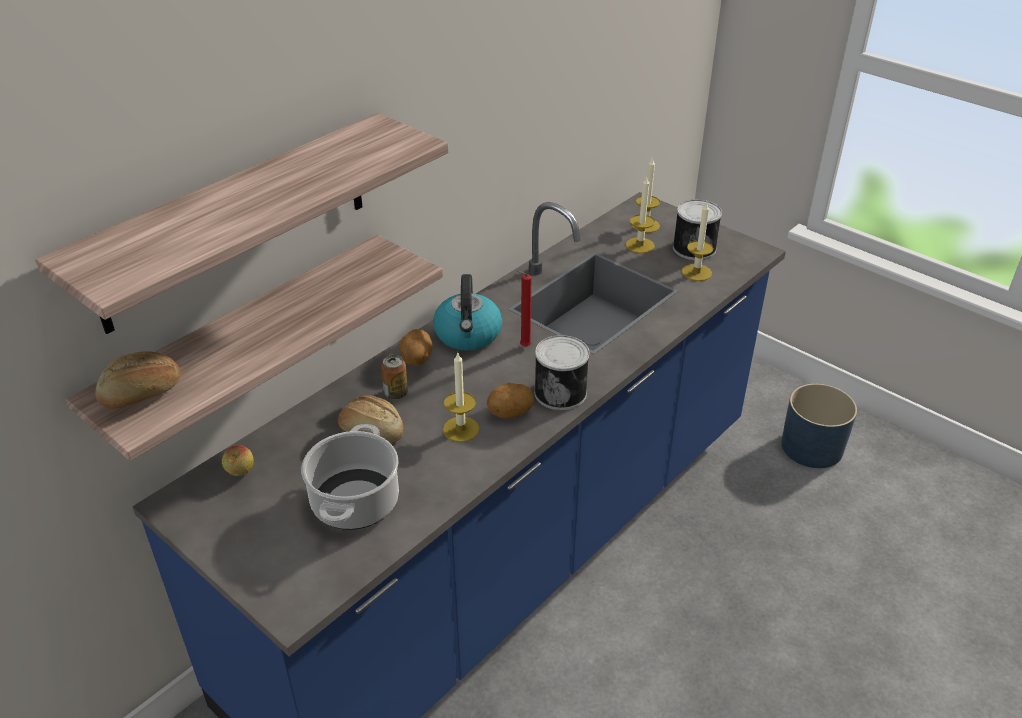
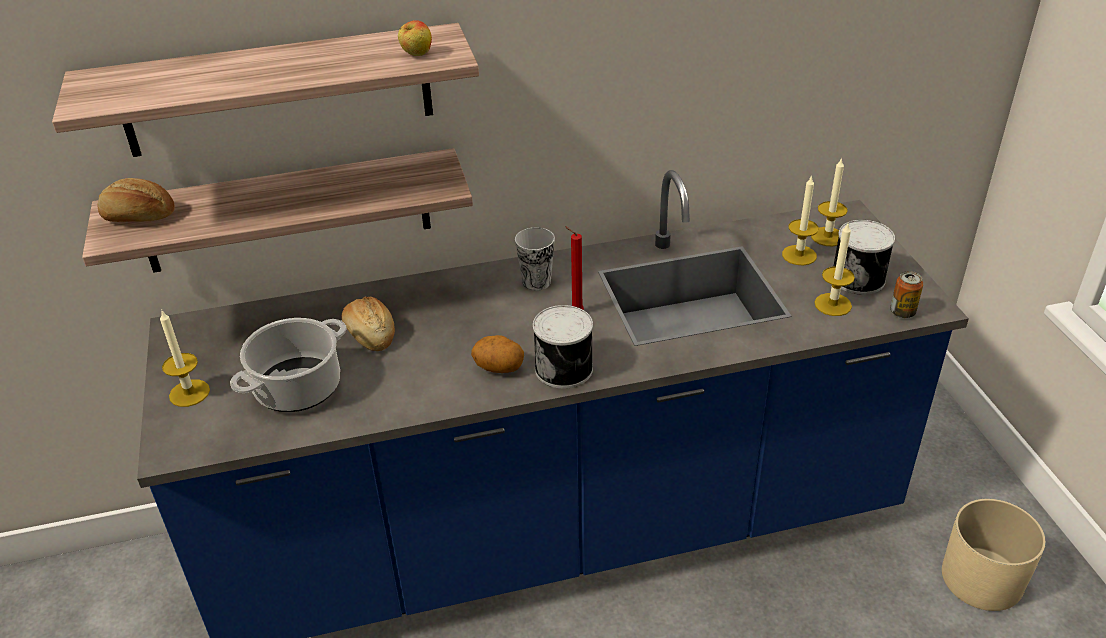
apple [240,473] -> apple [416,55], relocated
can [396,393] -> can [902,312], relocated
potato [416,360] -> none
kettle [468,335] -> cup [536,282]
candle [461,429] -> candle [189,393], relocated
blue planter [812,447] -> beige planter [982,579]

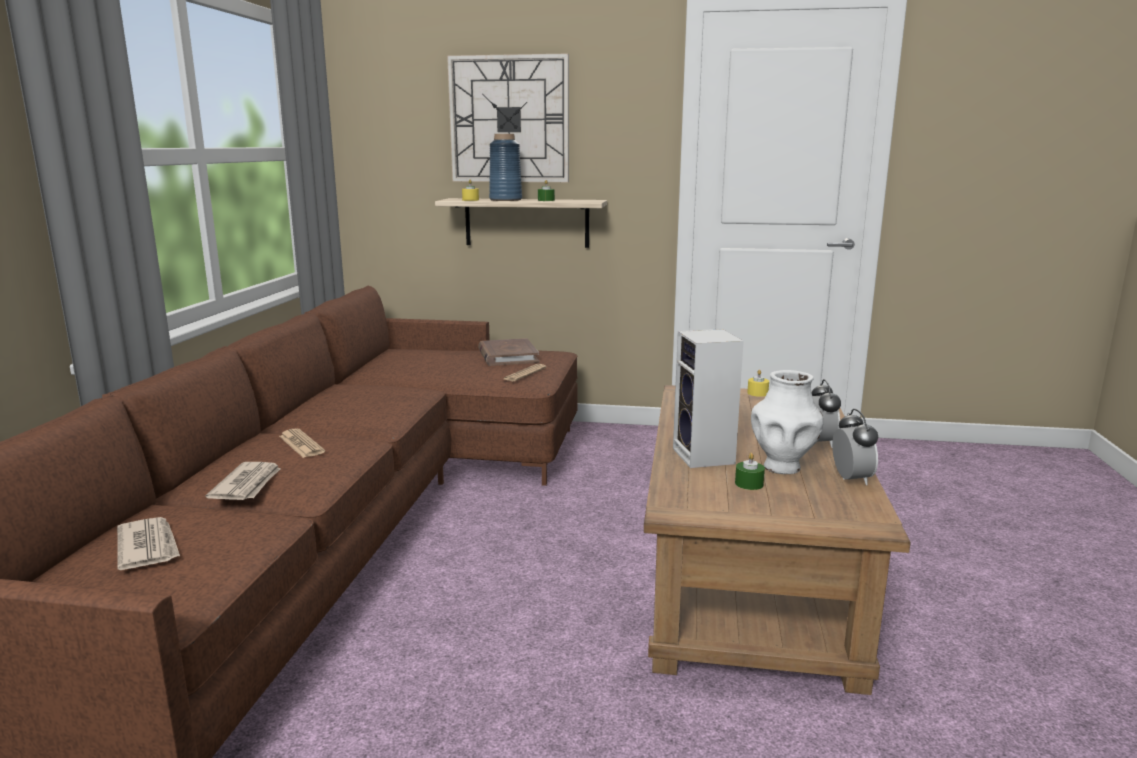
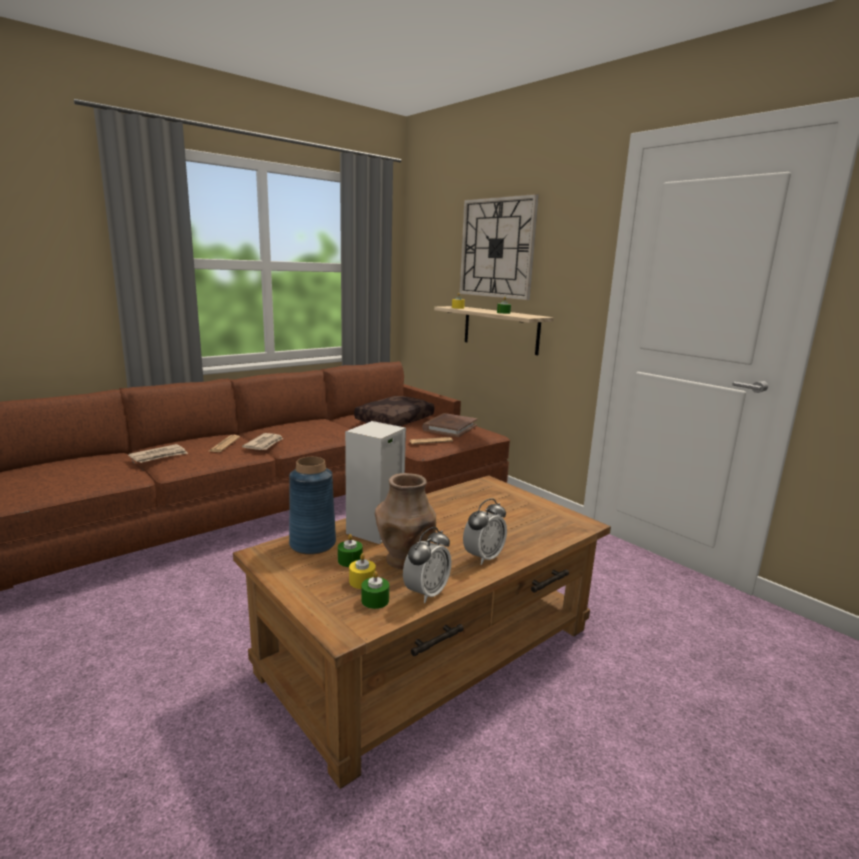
newspaper [148,546] -> newspaper [264,444], relocated
blue vase [506,200] -> blue vase [313,544], relocated
yellow candle [757,393] -> yellow candle [362,581], relocated
white vase [782,467] -> brown vase [404,561]
none -> brown pillow [394,420]
none -> green candle [375,600]

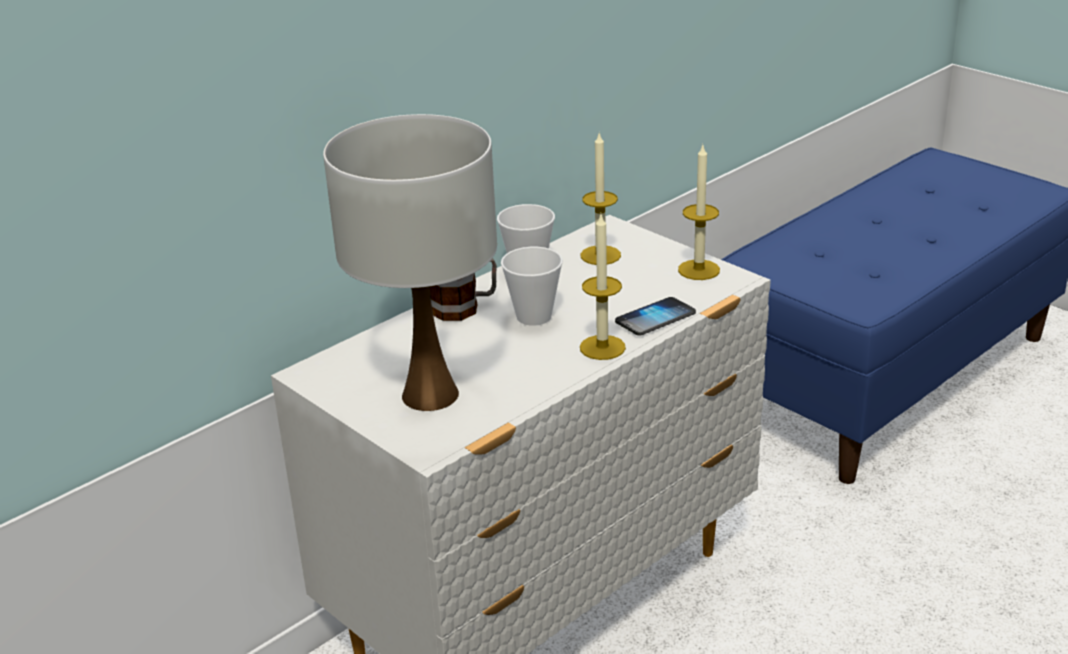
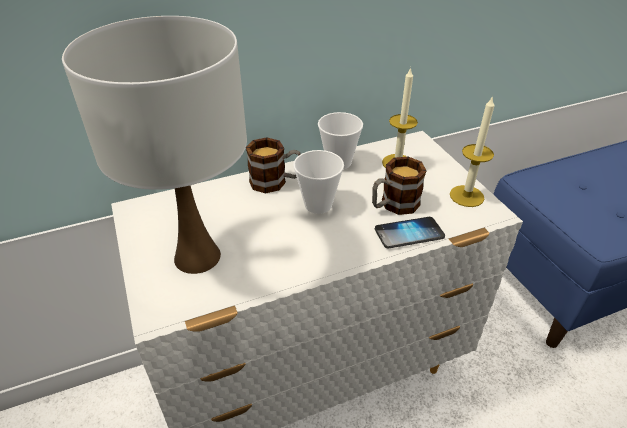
candle [602,347] -> none
none -> mug [393,205]

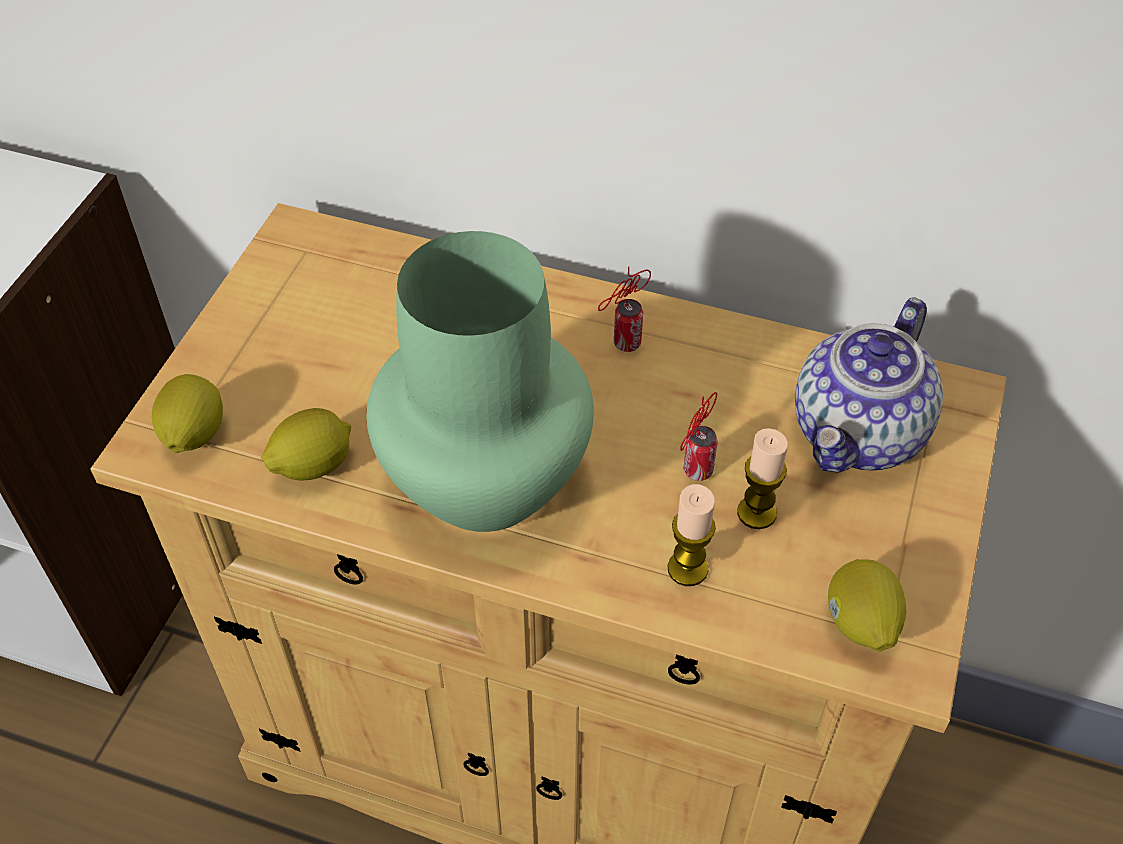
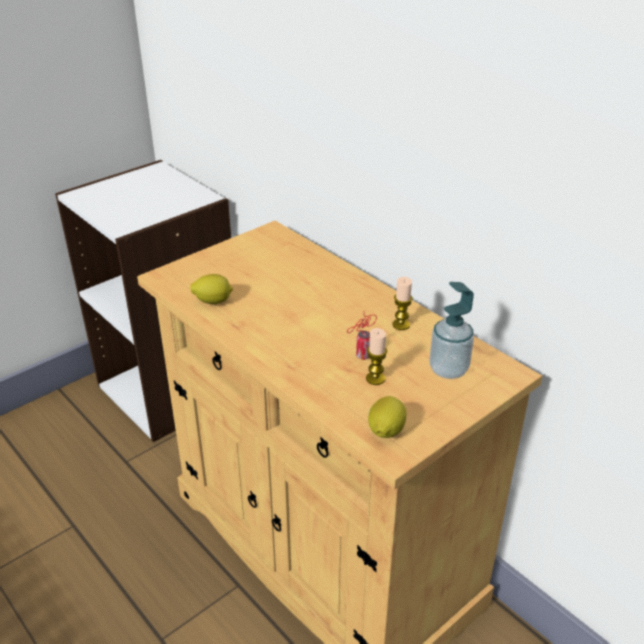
lemon [193,435] -> none
green vase [484,484] -> none
can [624,345] -> none
candle [687,569] -> candle [401,325], relocated
teapot [859,434] -> soap dispenser [448,370]

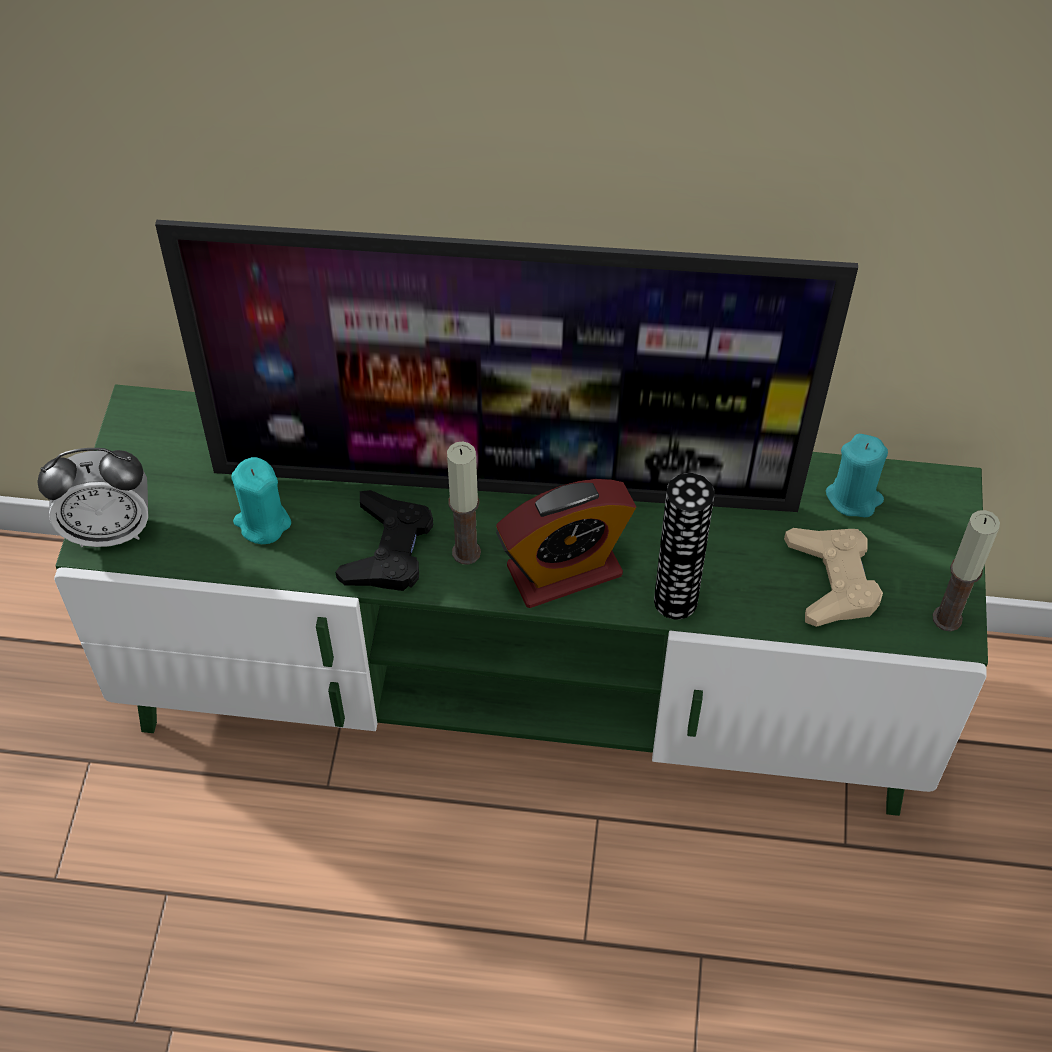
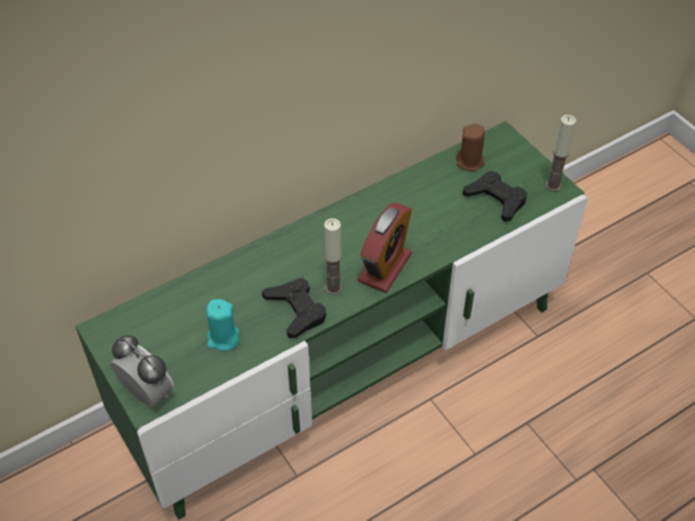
alarm clock [109,529] -> alarm clock [147,393], 90 degrees counterclockwise
television [507,483] -> none
vase [675,600] -> none
beige game controller [832,580] -> black game controller [496,199]
turquoise candle [854,497] -> brown candle [470,162]

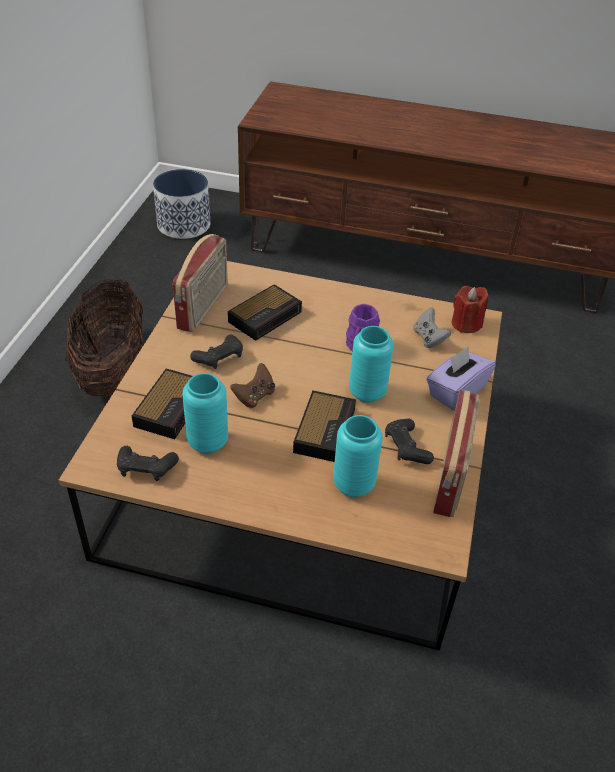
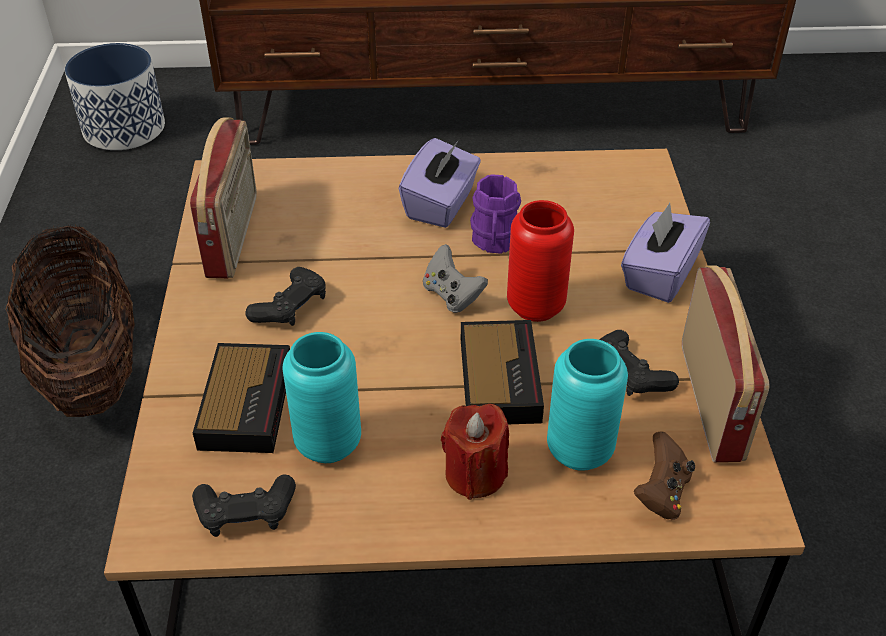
alarm clock [266,316] -> none
brown game controller [254,396] -> brown game controller [661,493], relocated
turquoise vase [367,392] -> red vase [535,306]
grey game controller [428,338] -> grey game controller [452,295], relocated
red candle [466,324] -> red candle [475,474], relocated
none -> purple tissue box [441,204]

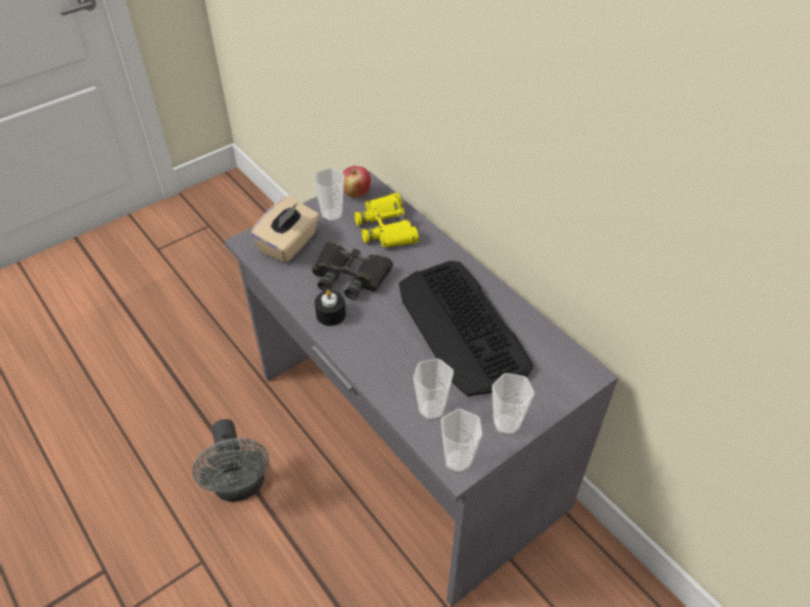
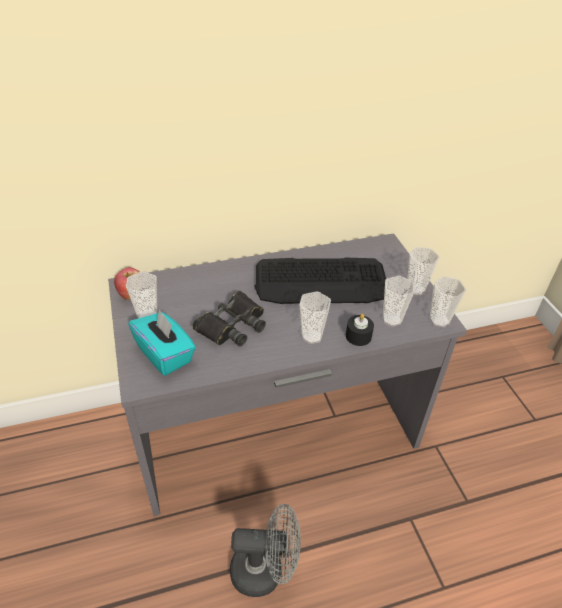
beige tissue box [289,244] -> turquoise tissue box [165,354]
black candle [331,314] -> black candle [358,336], relocated
yellow binoculars [387,227] -> none
none -> cup [312,336]

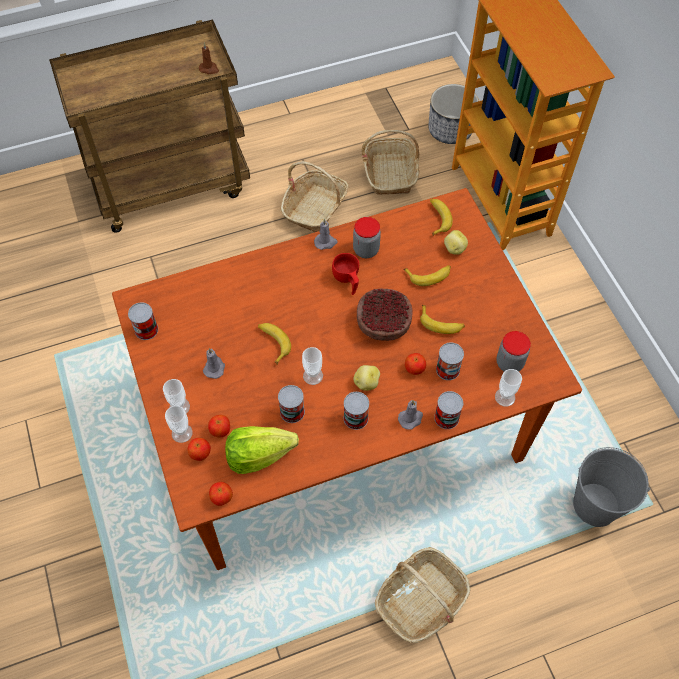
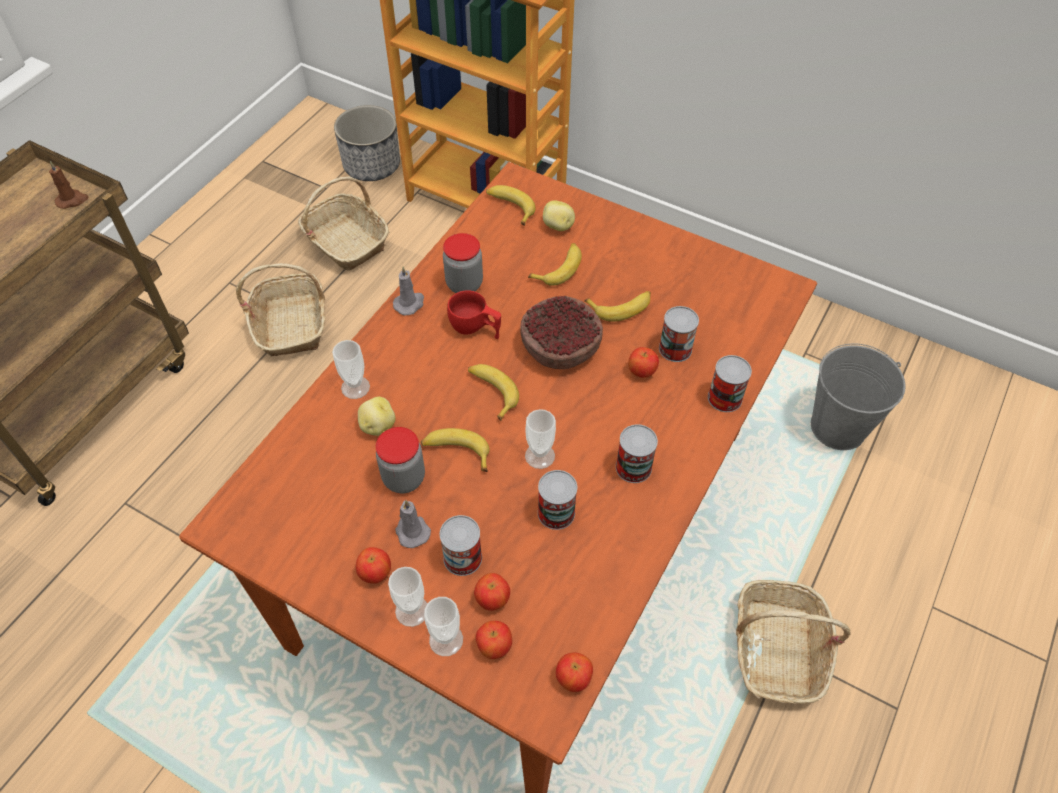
can [146,330] -> can [462,558], relocated
lettuce [259,455] -> none
potato [366,383] -> potato [377,426], relocated
grey candle [411,418] -> none
cup [505,397] -> cup [355,387], relocated
jar [509,363] -> jar [404,478], relocated
none -> apple [375,573]
none -> banana [492,392]

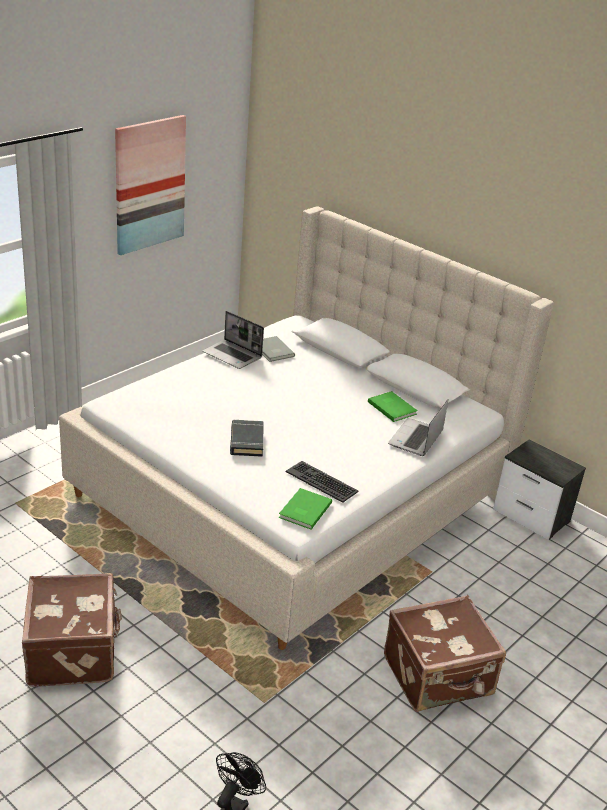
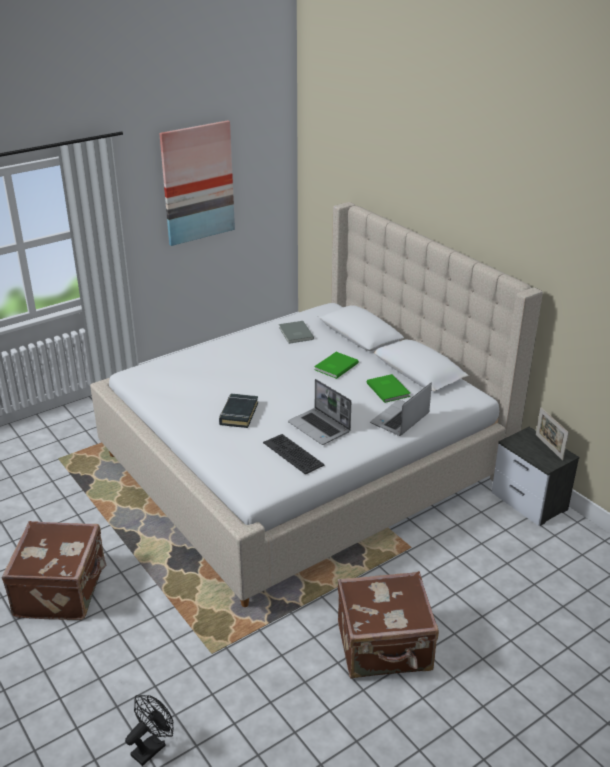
laptop [233,355] -> laptop [320,427], relocated
green book [303,510] -> green book [335,366], relocated
none -> picture frame [549,447]

